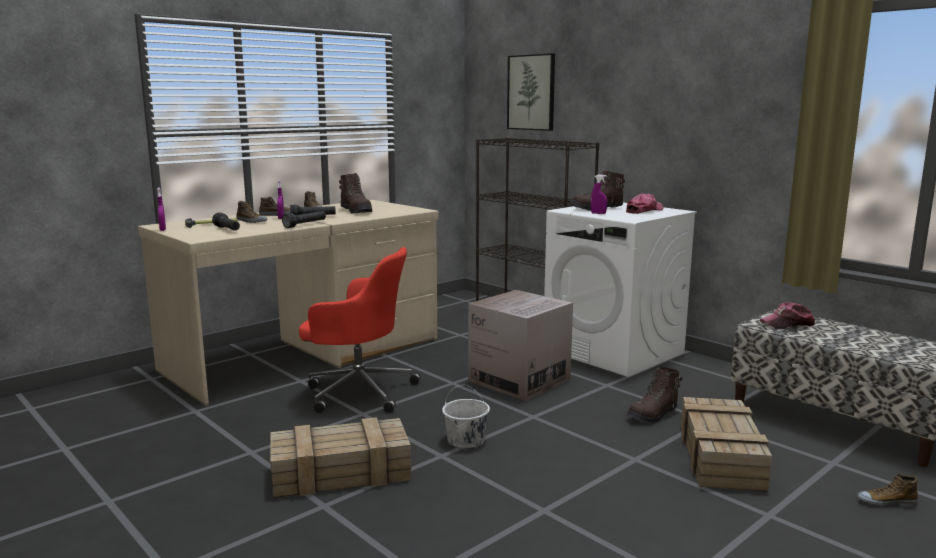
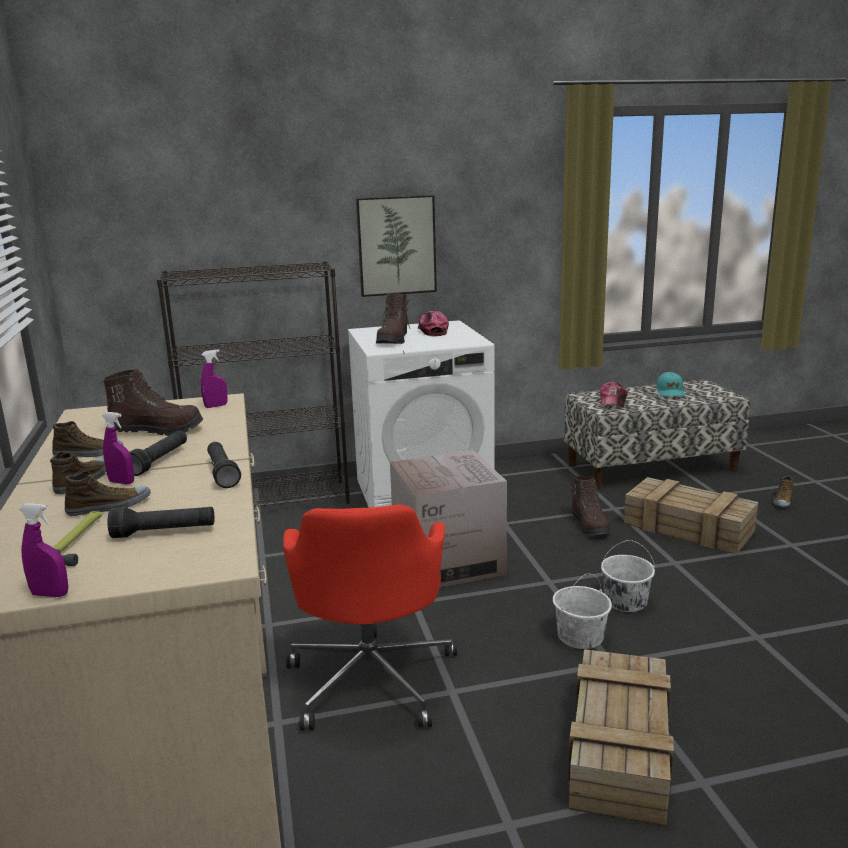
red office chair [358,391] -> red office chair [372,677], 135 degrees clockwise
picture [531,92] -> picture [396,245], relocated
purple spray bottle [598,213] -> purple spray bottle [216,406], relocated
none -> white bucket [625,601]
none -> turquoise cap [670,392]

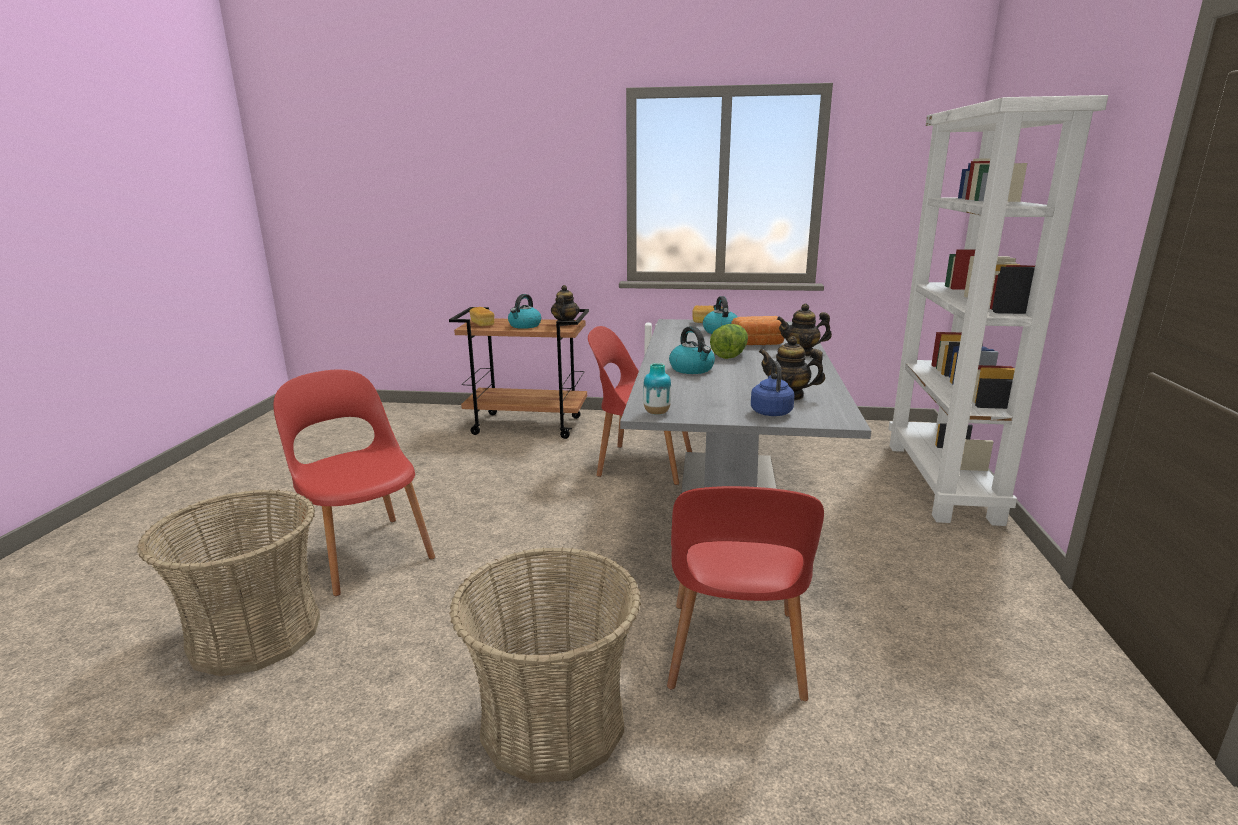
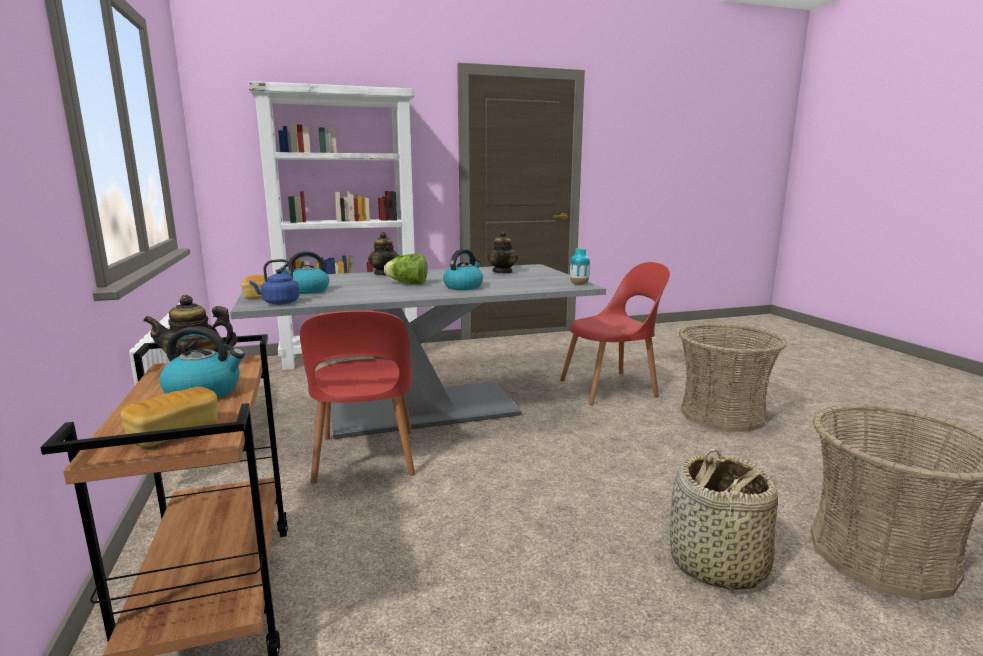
red chair [364,551] -> basket [716,564]
bread [758,344] -> none
blue kettle [770,411] -> blue kettle [279,303], relocated

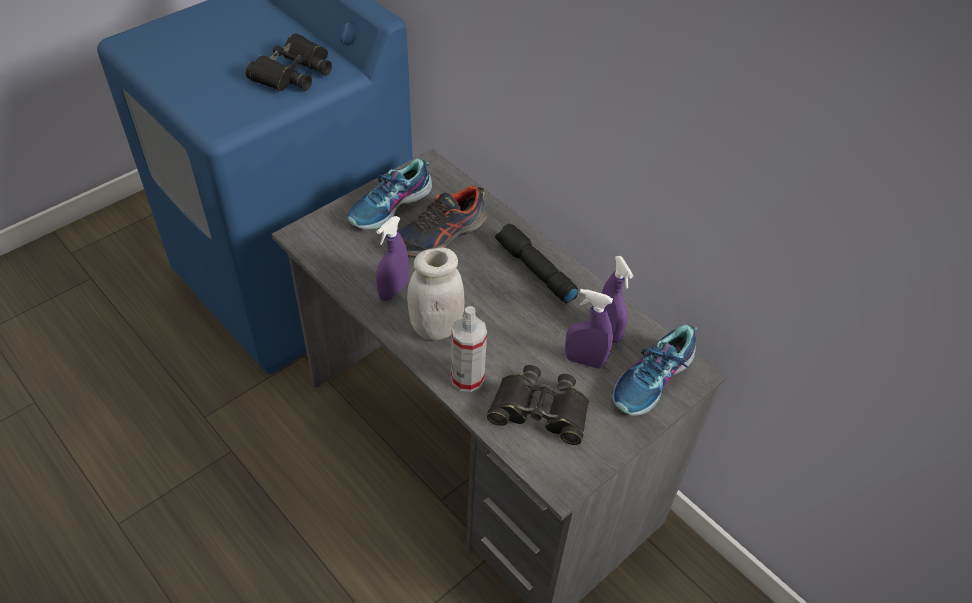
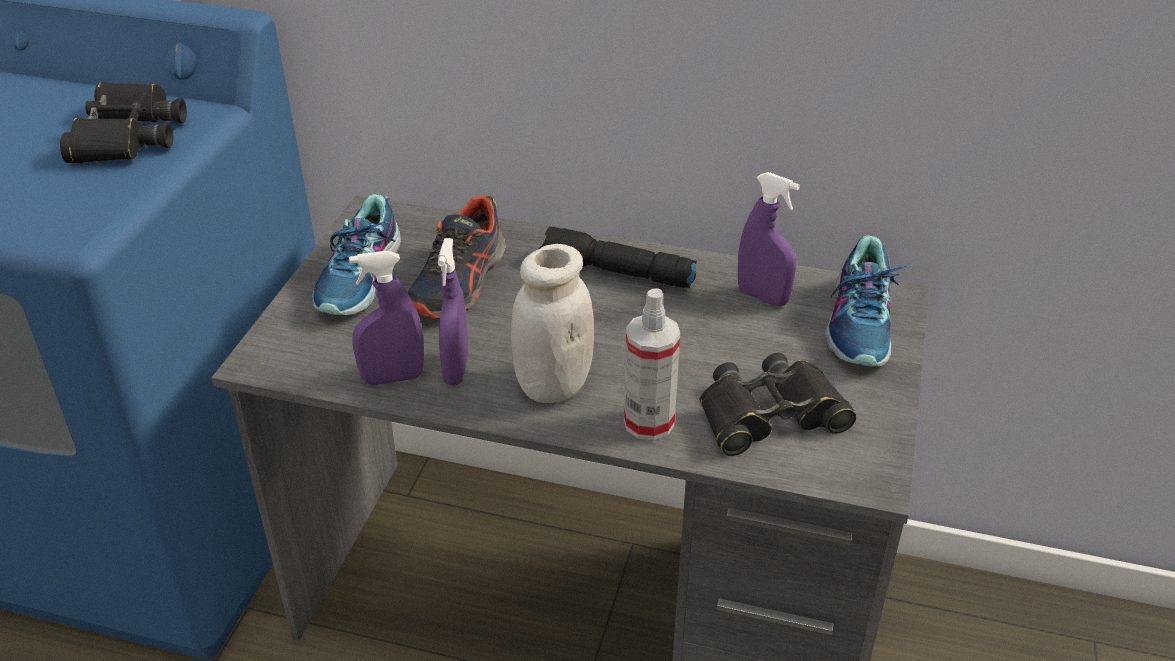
purple spray bottle [584,361] -> purple spray bottle [393,378], relocated

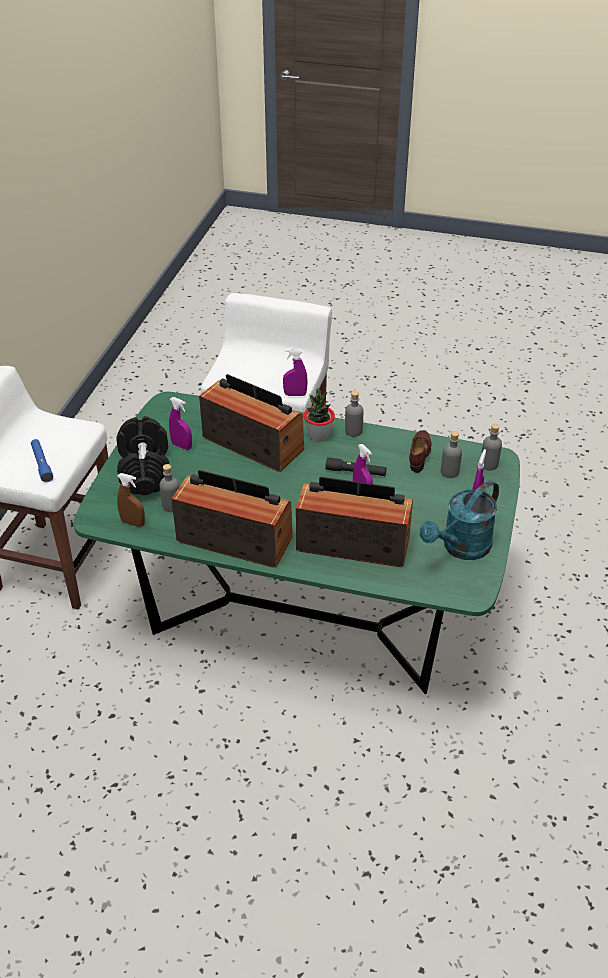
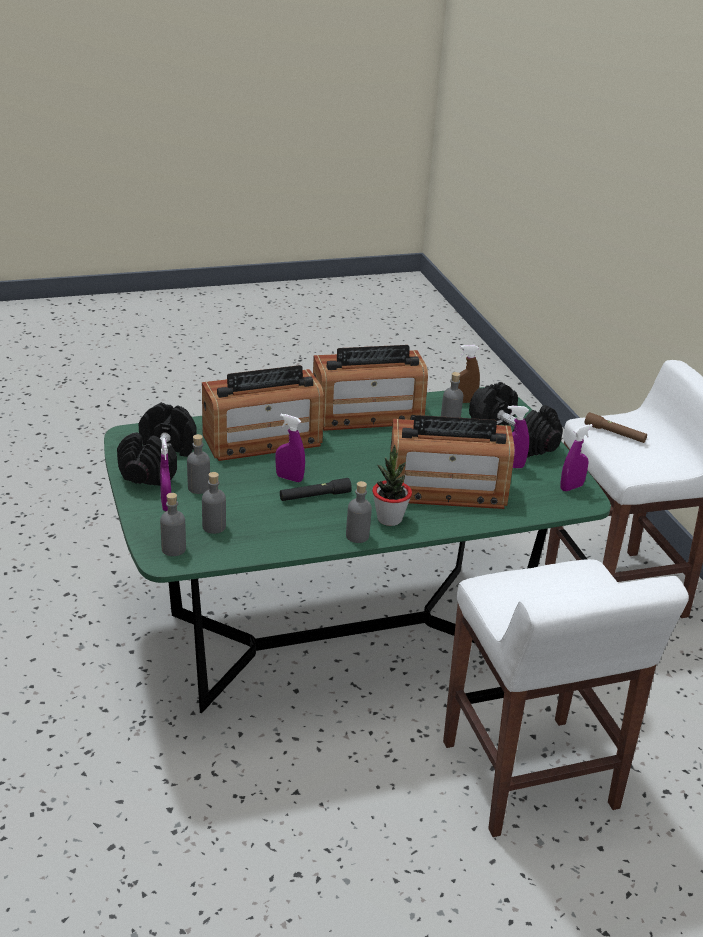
blue flashlight [42,464] -> brown flashlight [614,433]
purple spray bottle [295,394] -> purple spray bottle [571,487], relocated
brown shoe [419,454] -> none
turquoise watering can [461,548] -> black dumbbell [158,463]
none -> grey bottle [198,488]

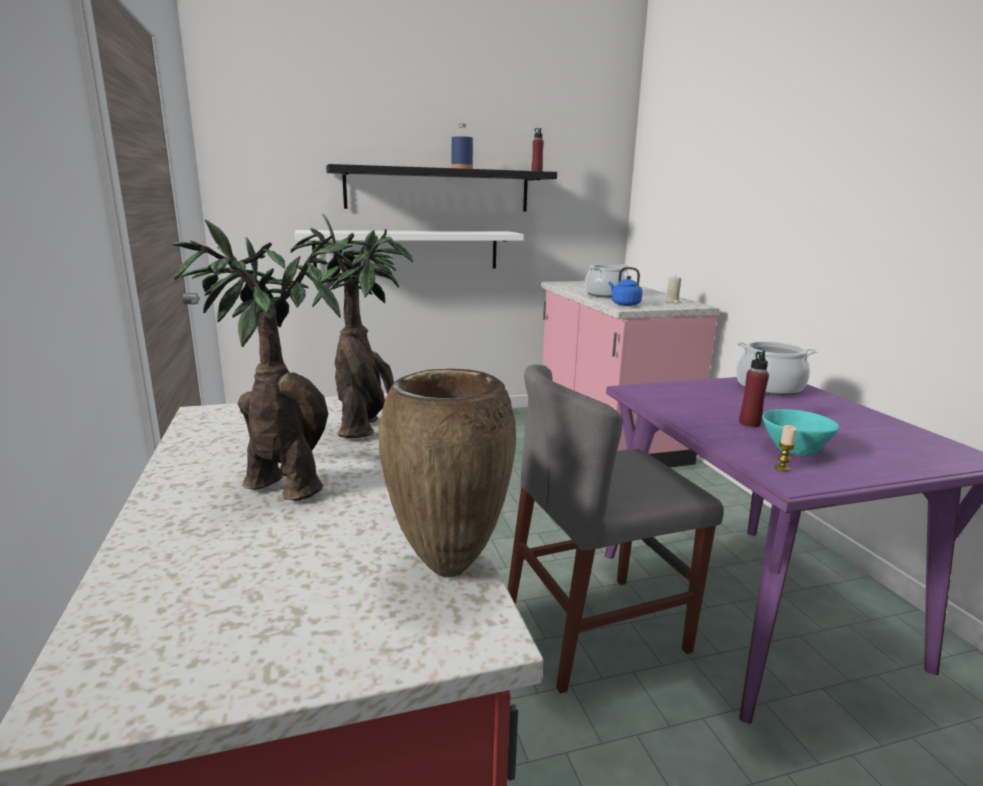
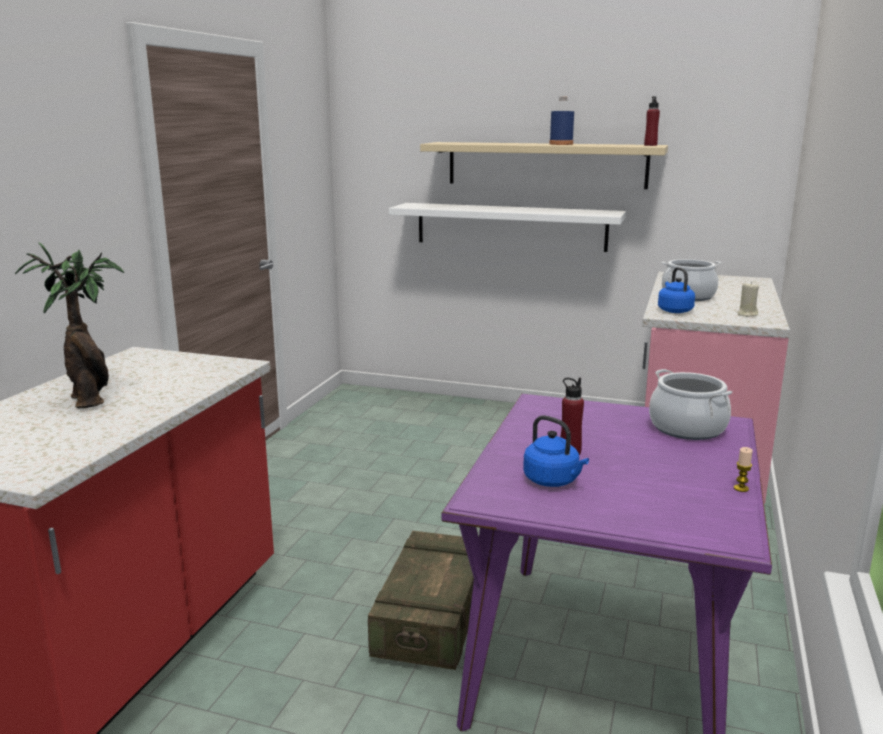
potted plant [364,426] -> none
black shelf [438,190] -> beige shelf [546,164]
brown vase [445,569] -> none
grey chair [595,629] -> crate [432,619]
turquoise bowl [794,449] -> blue kettle [553,481]
candle [782,468] -> candle [741,488], relocated

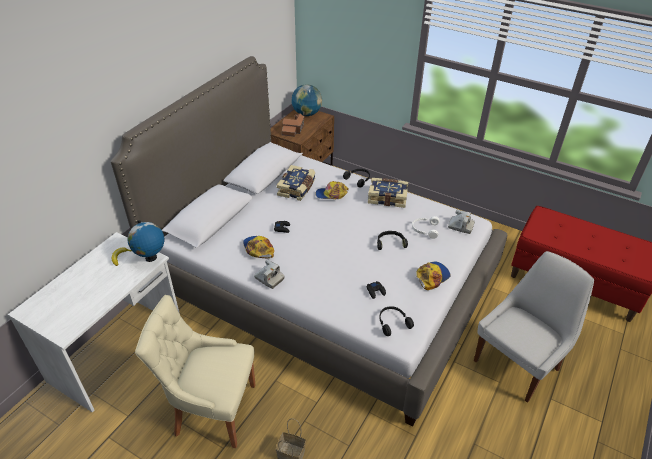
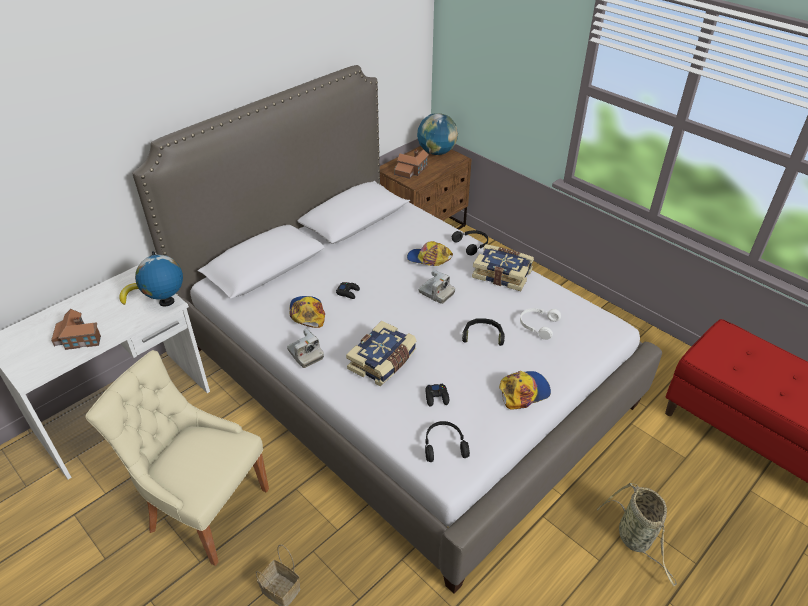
book [297,188] -> book [383,362], relocated
photo camera [460,226] -> photo camera [436,293], relocated
white chair [518,363] -> basket [636,539]
none -> toy house [78,338]

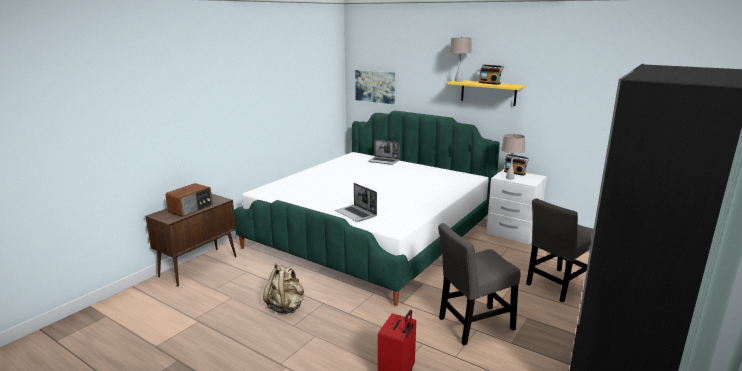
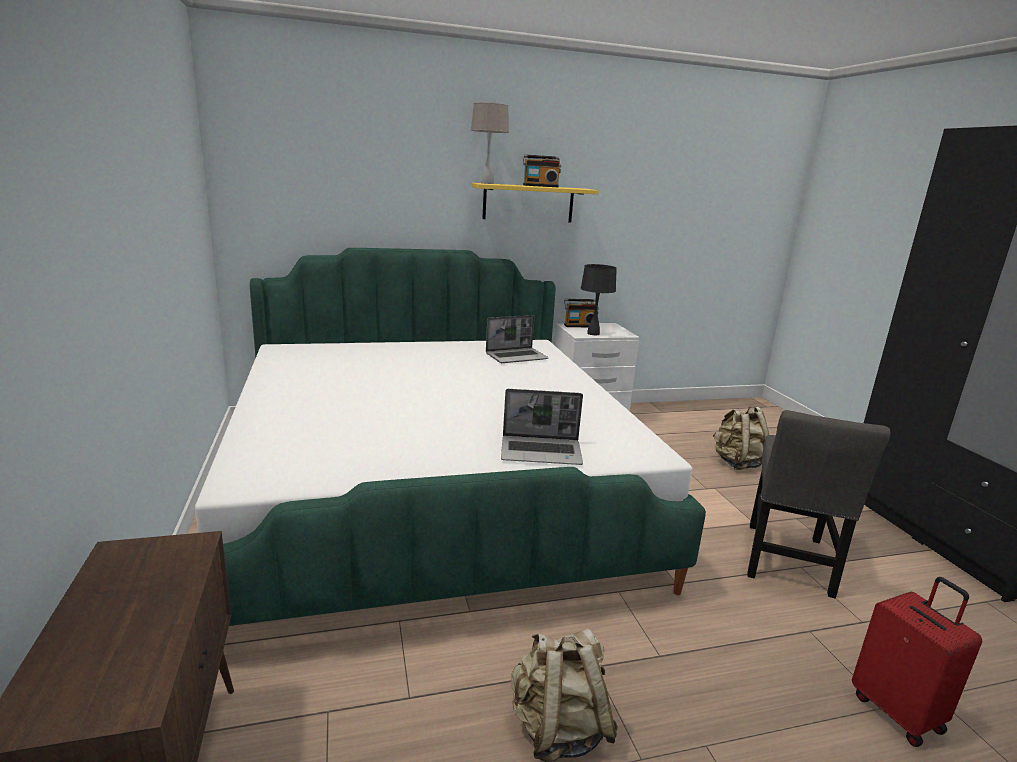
radio [191,209] -> none
picture [375,86] -> none
laptop [384,161] -> laptop [517,357], relocated
beige table lamp [510,178] -> black table lamp [593,333]
grey chair [557,285] -> beige backpack [737,463]

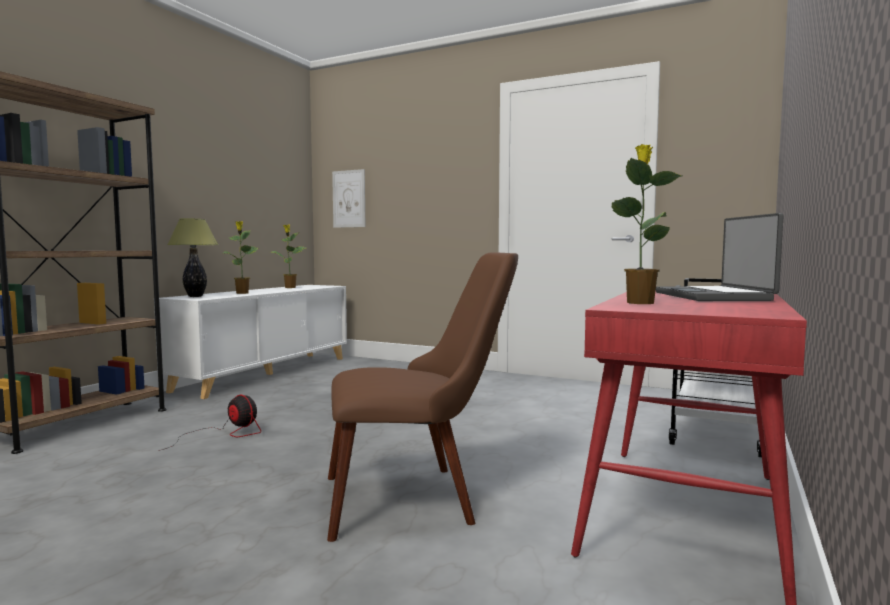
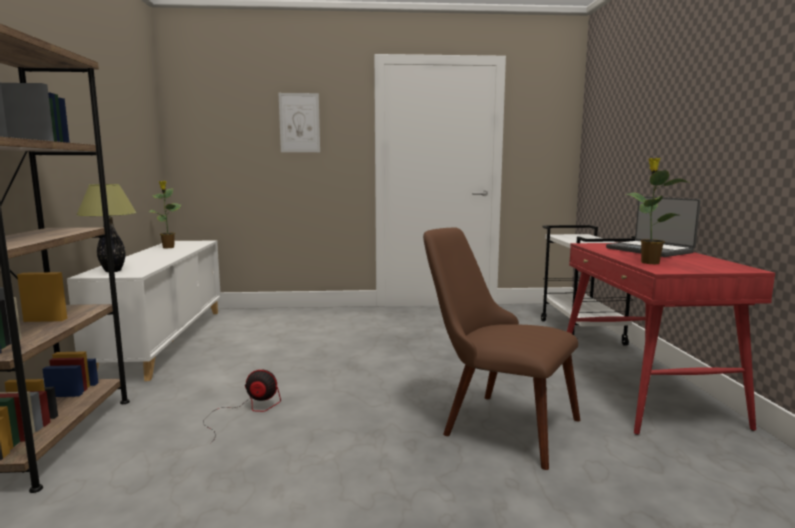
potted plant [242,293] -> none
brown chair [418,497] -> brown chair [495,423], 105 degrees counterclockwise
picture [349,199] -> picture [299,123], relocated

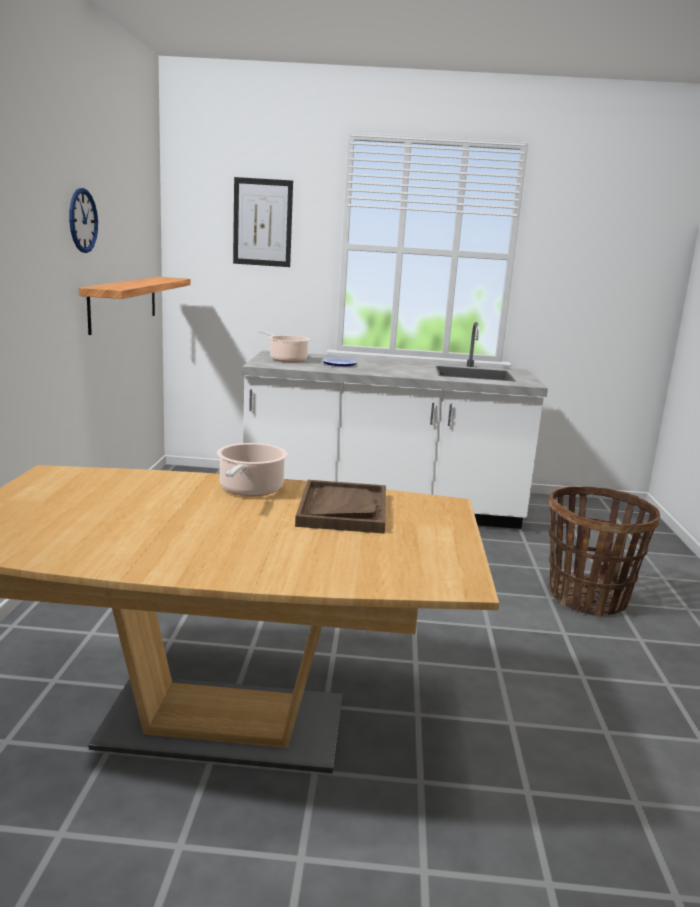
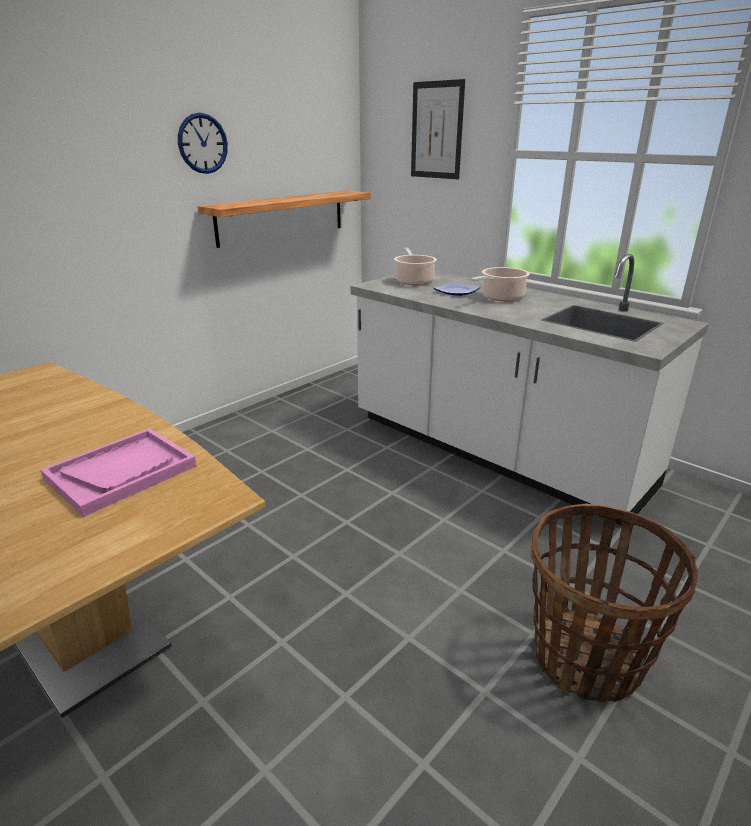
cooking pot [250,490] -> cooking pot [500,298], relocated
brown tray [342,509] -> pink tray [121,472]

